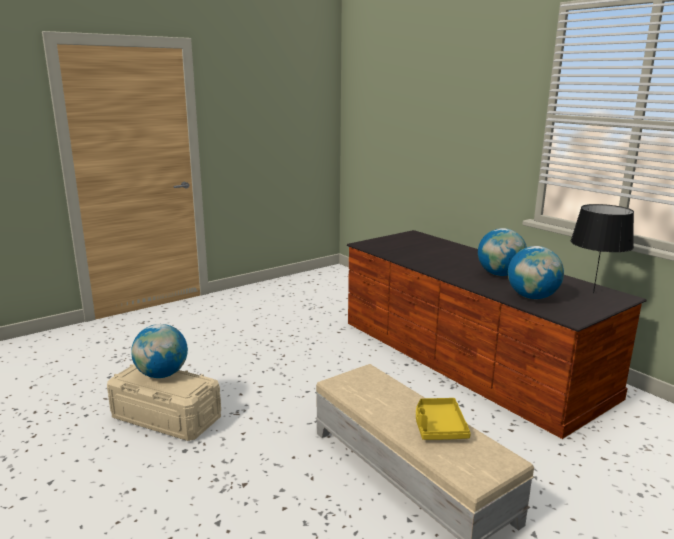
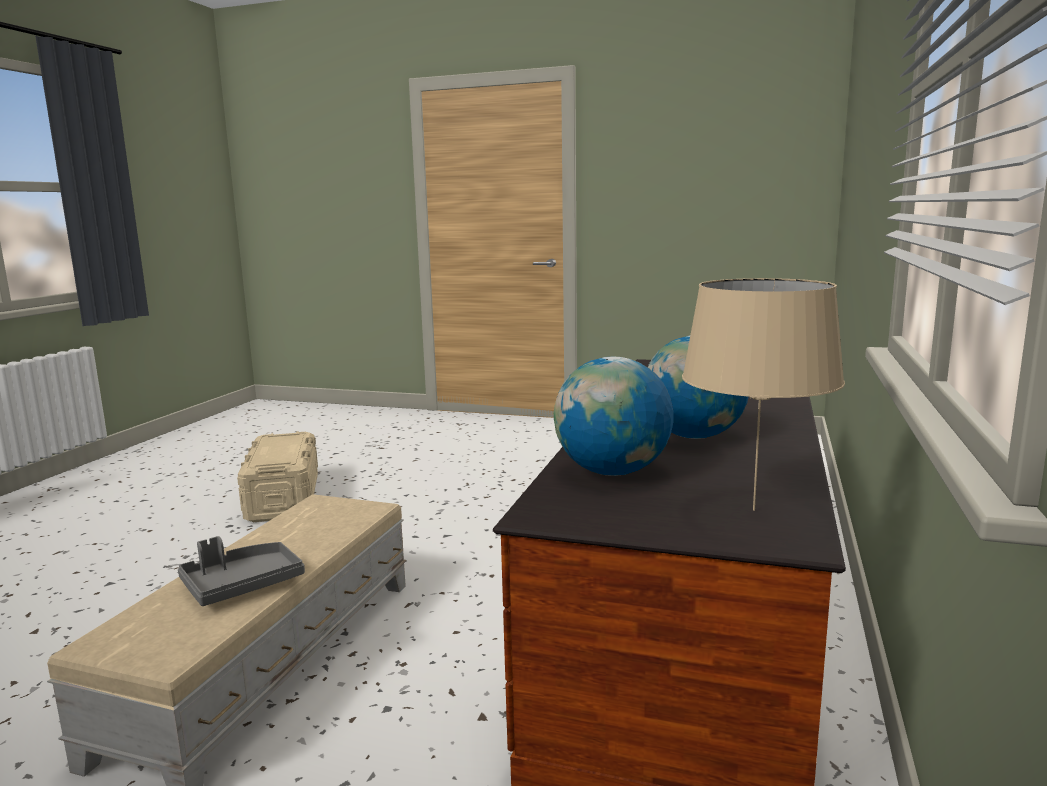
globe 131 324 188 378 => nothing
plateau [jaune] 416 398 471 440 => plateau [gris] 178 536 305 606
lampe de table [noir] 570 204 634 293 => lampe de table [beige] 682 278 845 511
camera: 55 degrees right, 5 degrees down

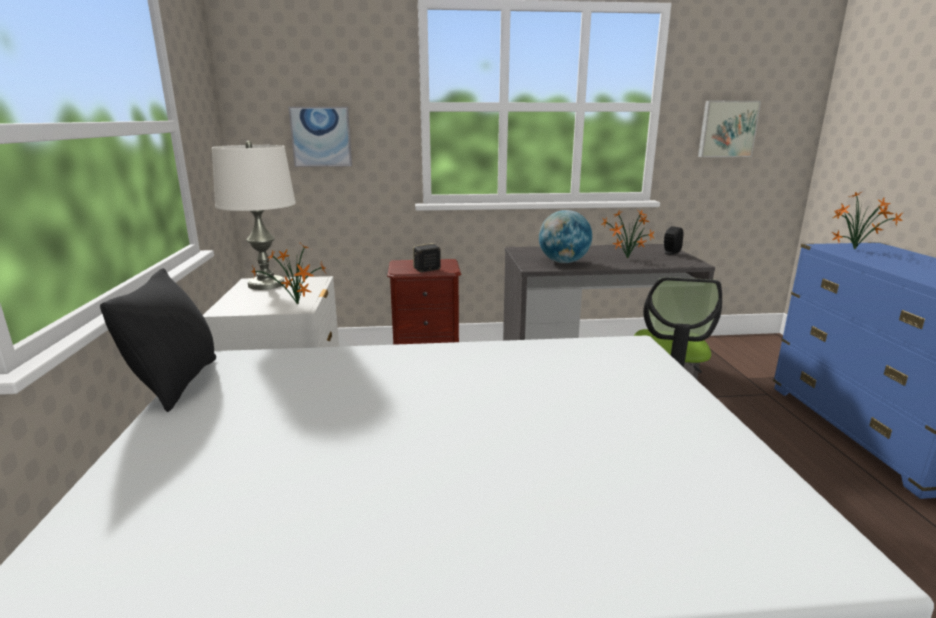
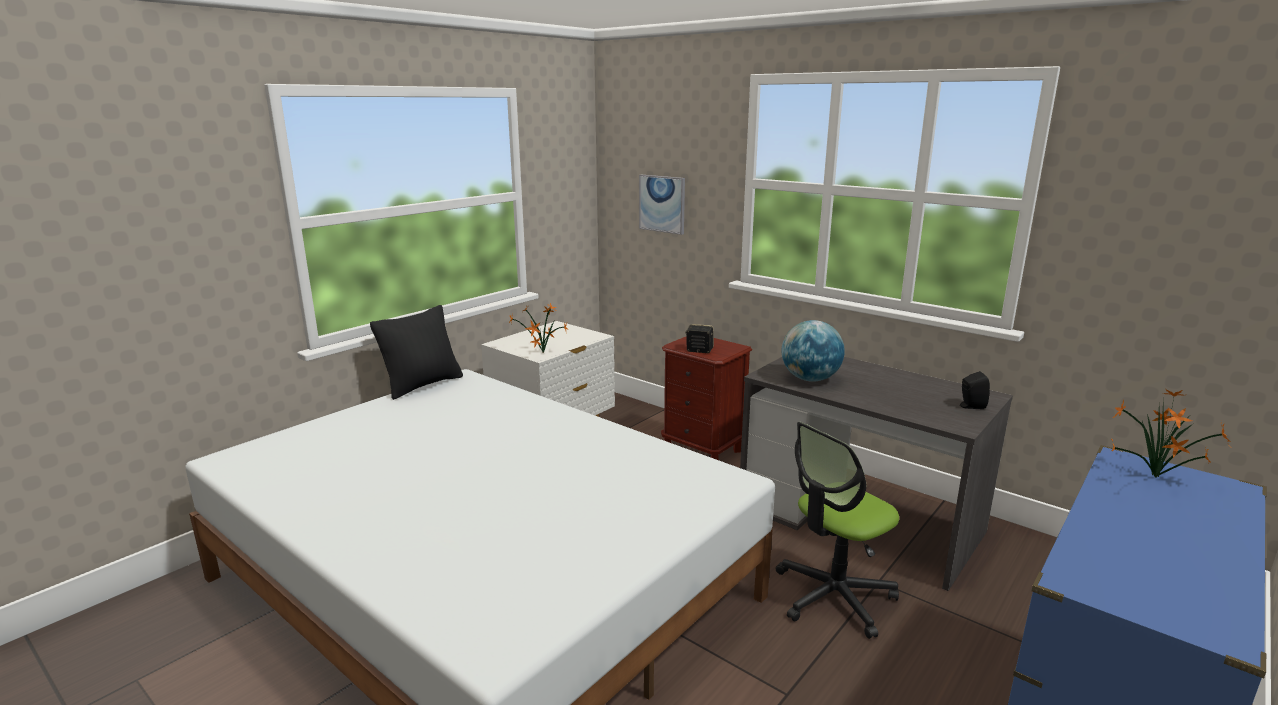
lampe de table [blanc] 212 141 296 290 => nothing
plante en pot 601 210 655 259 => nothing
tableau 698 101 761 157 => nothing
camera: 45 degrees right, 0 degrees up

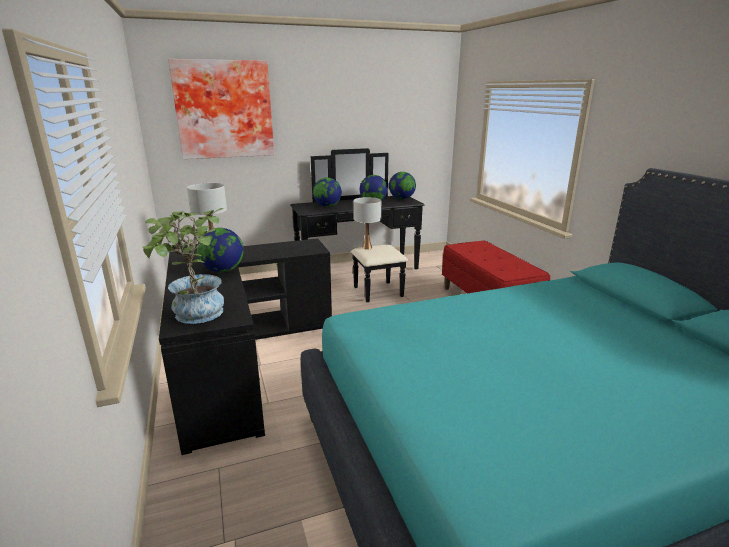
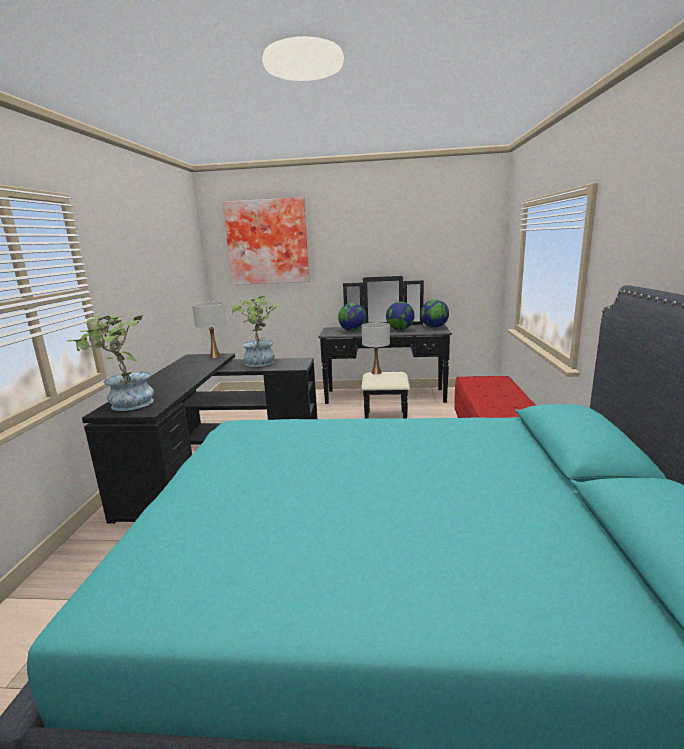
globe 197 228 244 272 => nothing
nothing => plante en pot 232 295 284 367
camera: 25 degrees right, 5 degrees down

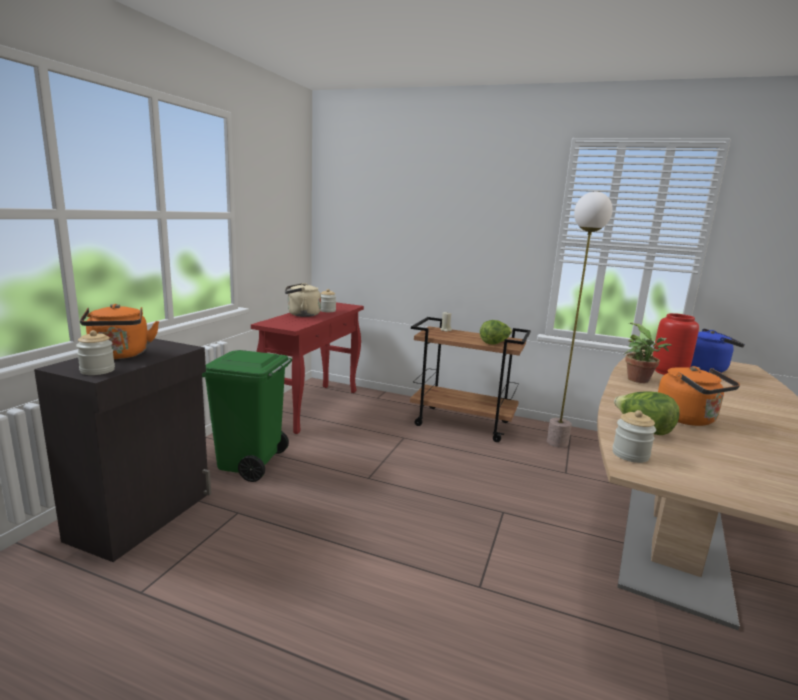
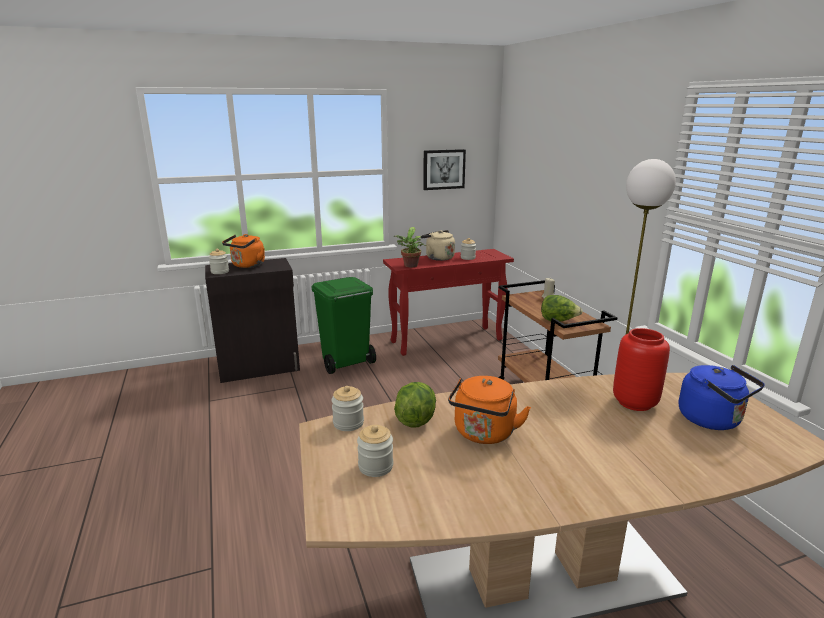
plante en pot 624 323 672 383 => plante en pot 394 227 426 267, relocated
nothing => bocal 357 425 393 477
nothing => tableau 423 149 466 190
camera: 50 degrees right, 5 degrees up

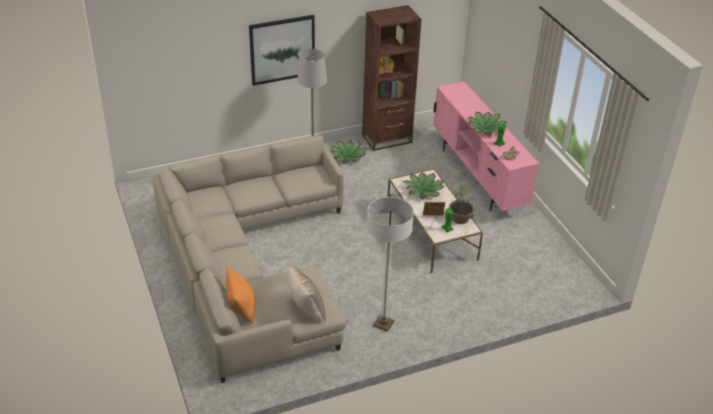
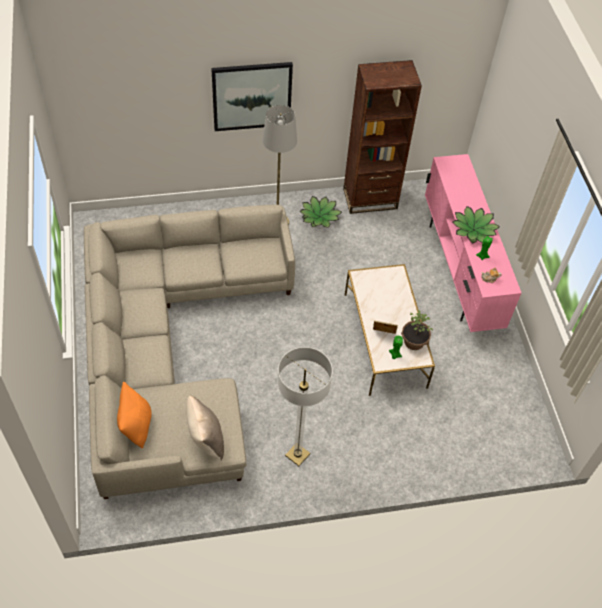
plante en pot 404 172 445 199 => nothing
camera: 10 degrees right, 15 degrees up

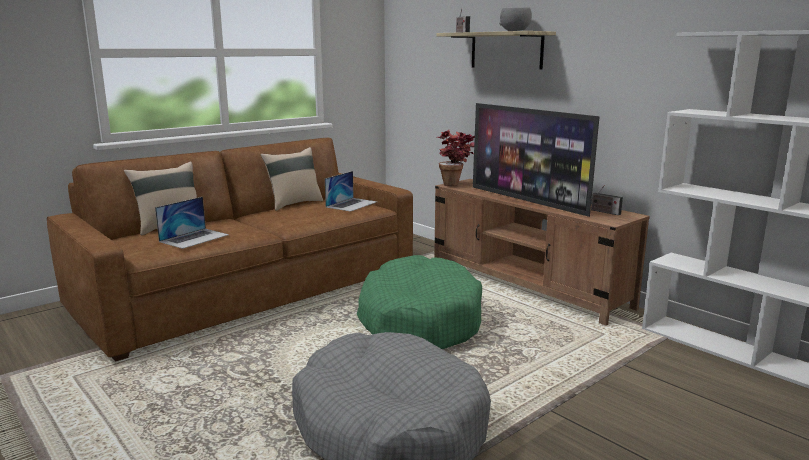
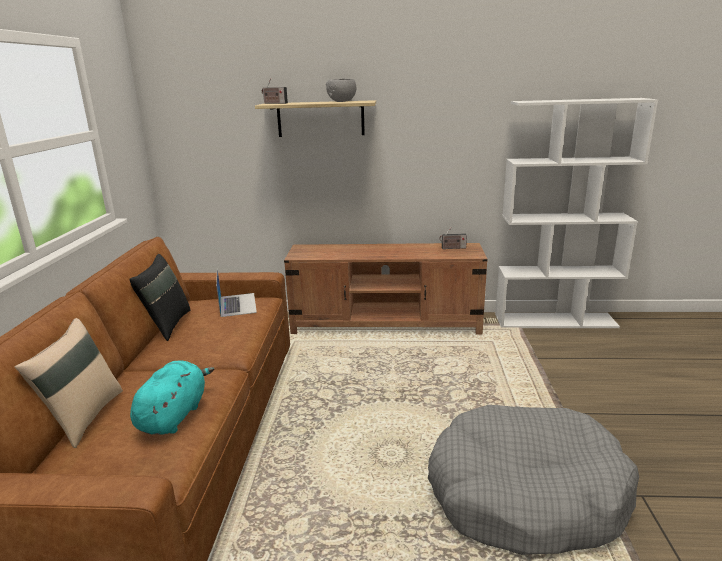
ordinateur portable 155 197 229 249 => peluche [turquoise] 130 360 215 435
coussin [beige] 260 147 323 211 => coussin [noir] 129 254 191 341
panier pour chien [vert] 357 255 482 349 => nothing
plante en pot 437 129 475 186 => nothing
téléviseur 473 103 600 217 => nothing
camera: 45 degrees left, 5 degrees up

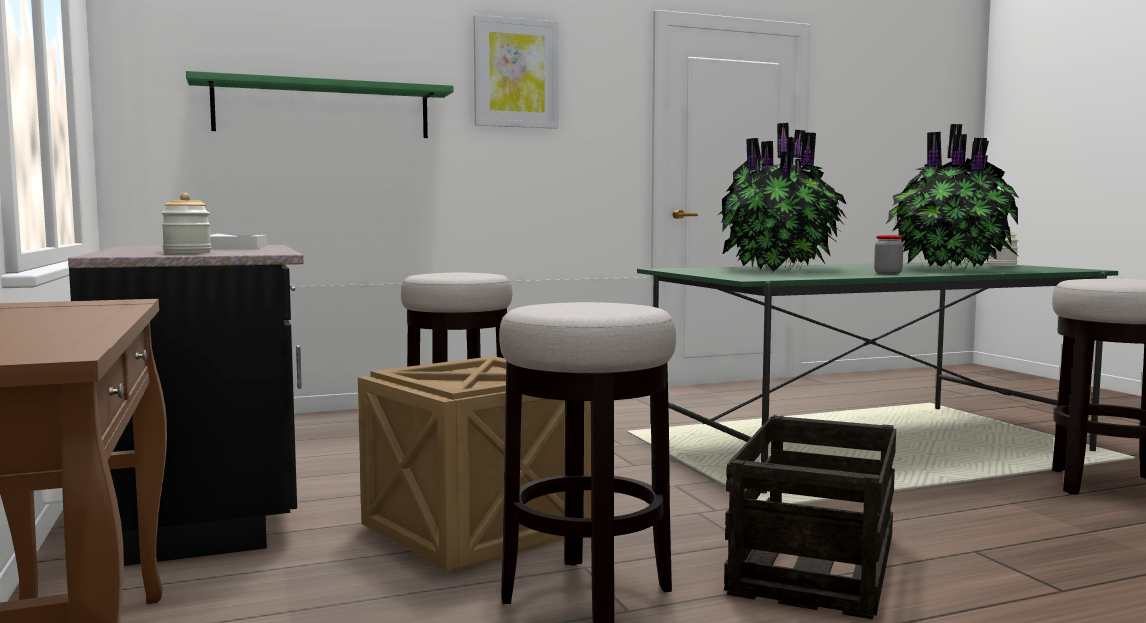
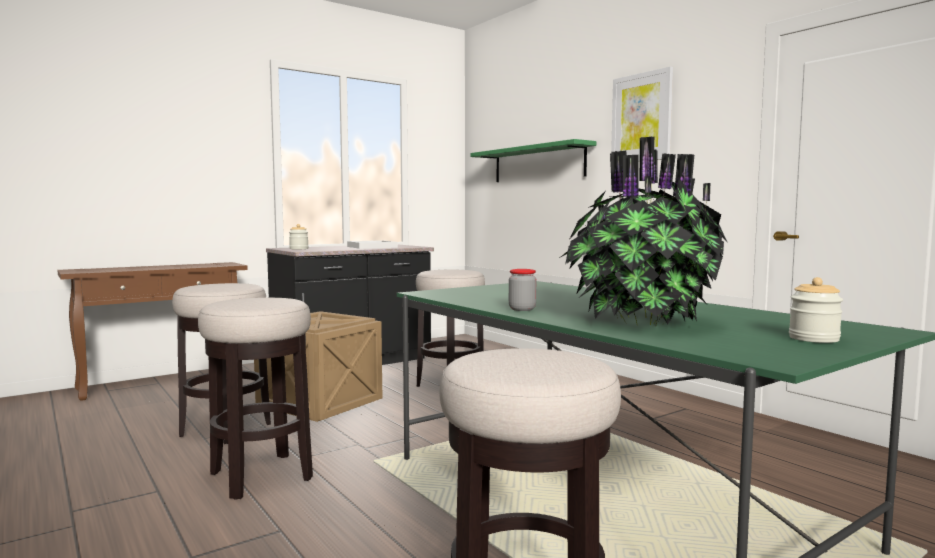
plante en pot 718 123 847 272 => nothing
caisse 724 415 896 619 => tabouret 198 298 313 500
camera: 75 degrees right, 0 degrees up

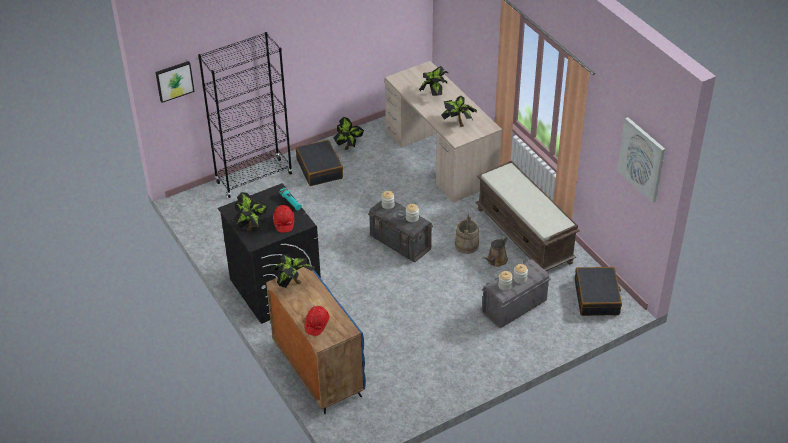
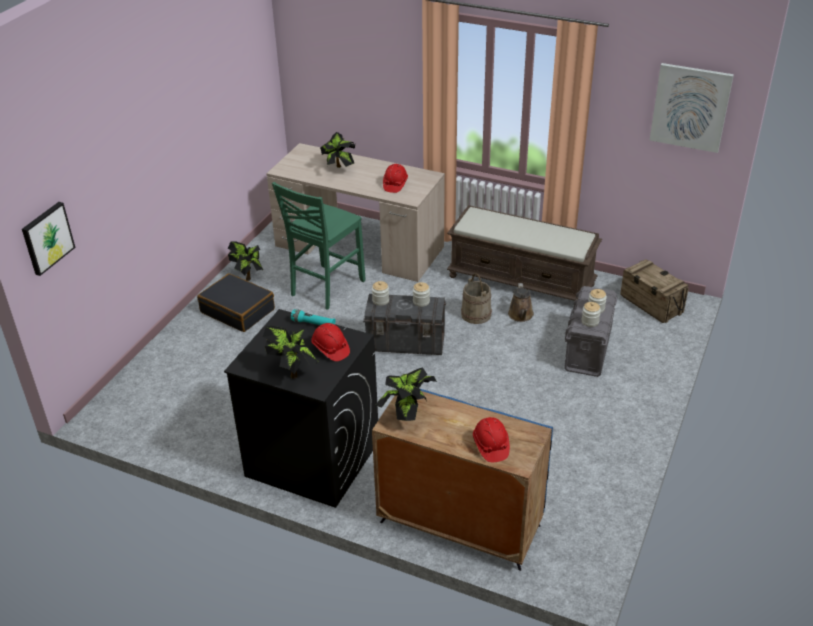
bibliothèque [noir] 198 32 293 198 => nothing
plante en pot 442 95 477 127 => casque de chantier [rouge] 383 164 408 193
valise [noir] 575 267 622 316 => caisse 620 259 689 323
nothing => chaise [vert] 272 182 365 310
camera: 35 degrees left, 5 degrees down

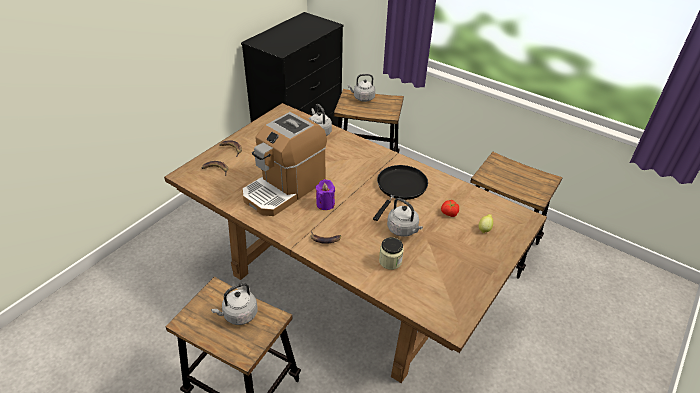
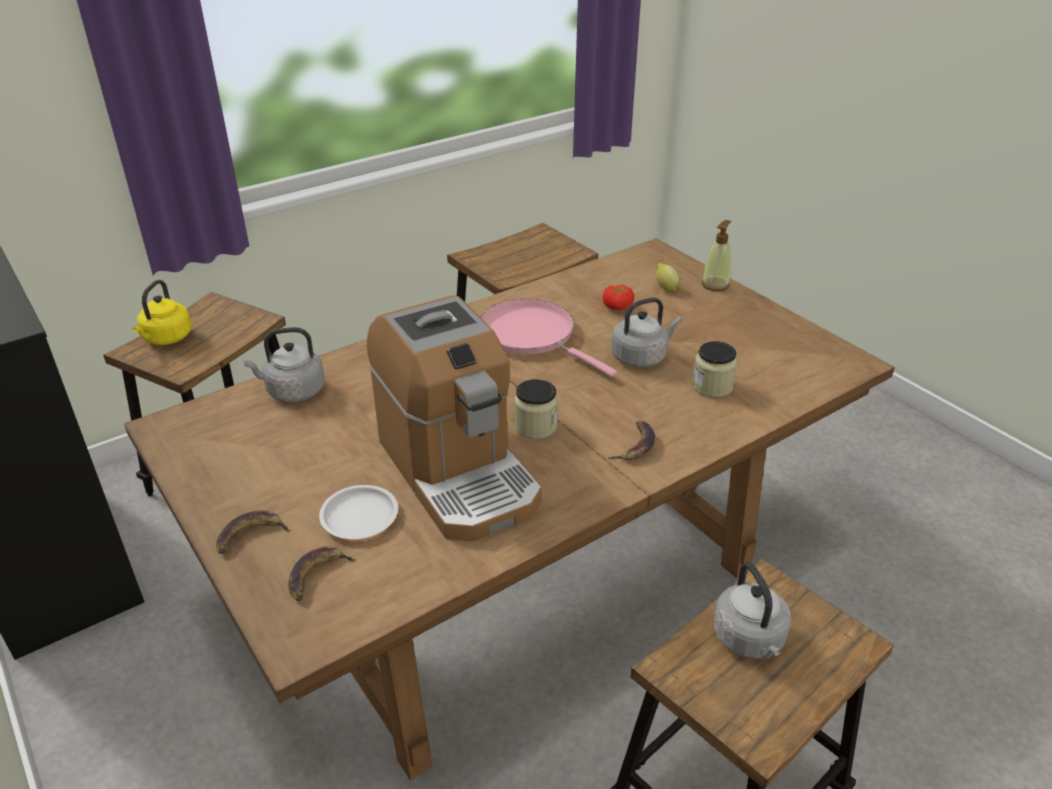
bougie [violet] 316 179 335 210 => bocal 514 379 558 439
bouilloire [gris] 348 74 375 102 => bouilloire [jaune] 132 280 192 345
poêle [noir] 373 165 428 221 => poêle [rose] 481 299 617 377
nothing => assiette [blanc] 319 485 398 539
nothing => distributeur de savon 701 220 731 291
camera: 70 degrees left, 5 degrees down

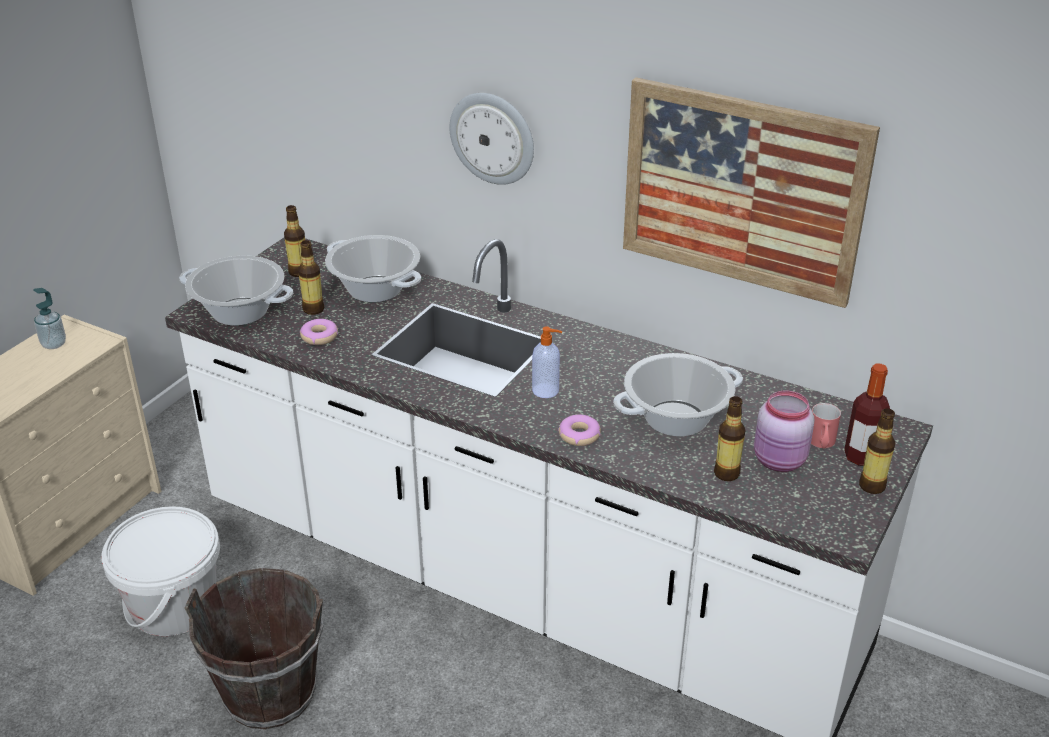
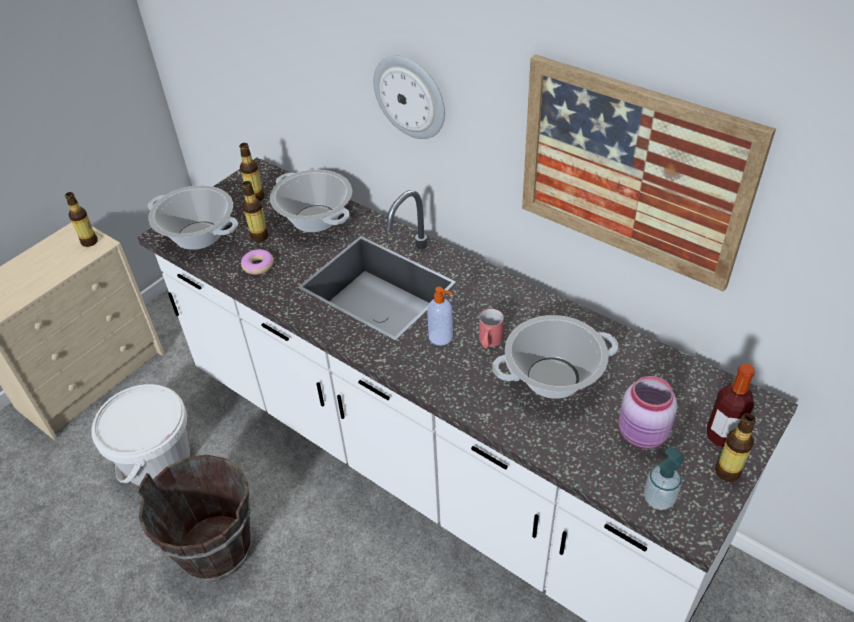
distributeur de savon 33 288 66 349 => distributeur de savon 644 446 684 510, relocated
beignet 558 415 601 446 => nothing
bouteille 714 396 746 481 => bouteille 65 192 98 247, relocated
mug [rouge] 811 403 841 449 => mug [rouge] 479 309 504 349, relocated
camera: 10 degrees right, 10 degrees up

